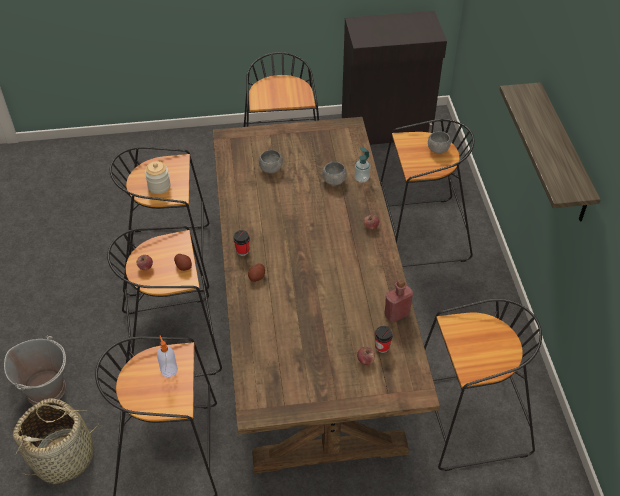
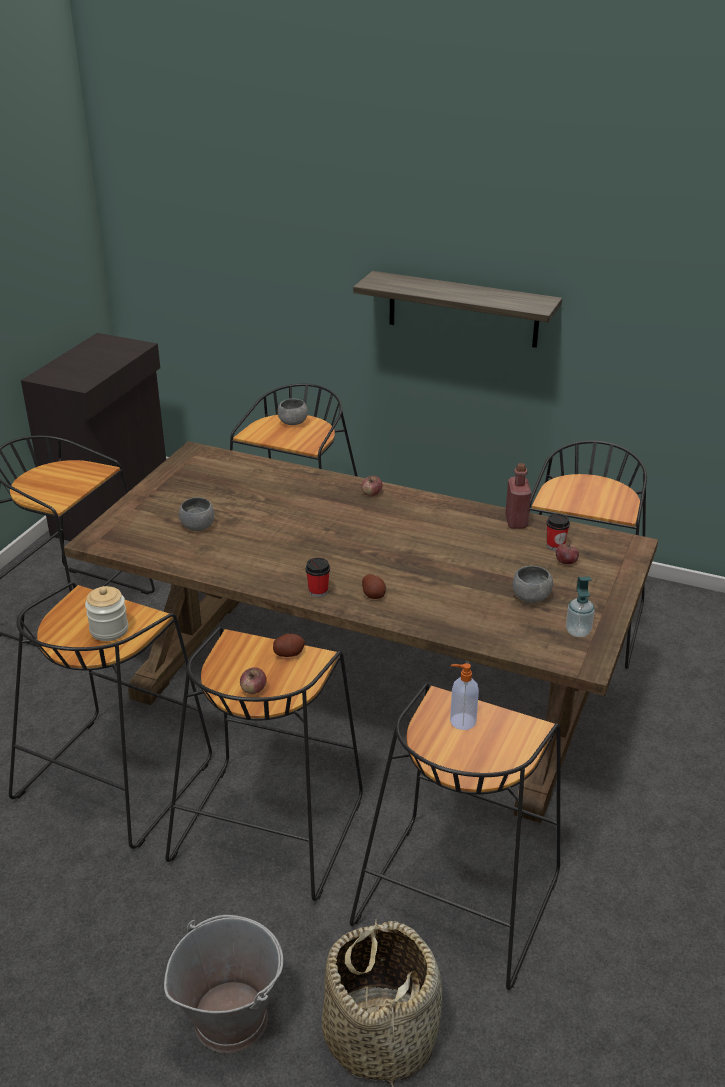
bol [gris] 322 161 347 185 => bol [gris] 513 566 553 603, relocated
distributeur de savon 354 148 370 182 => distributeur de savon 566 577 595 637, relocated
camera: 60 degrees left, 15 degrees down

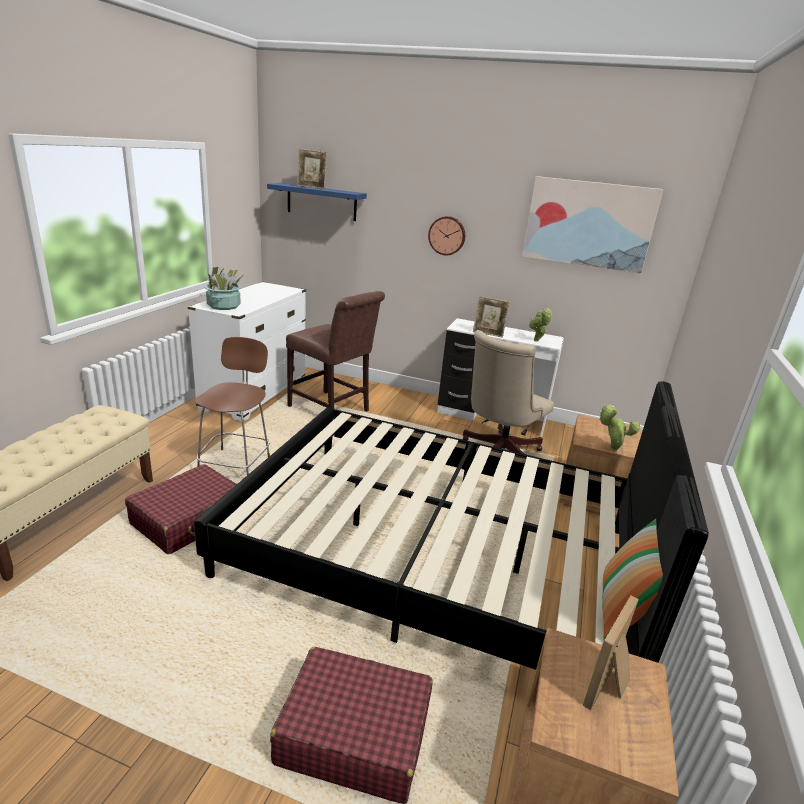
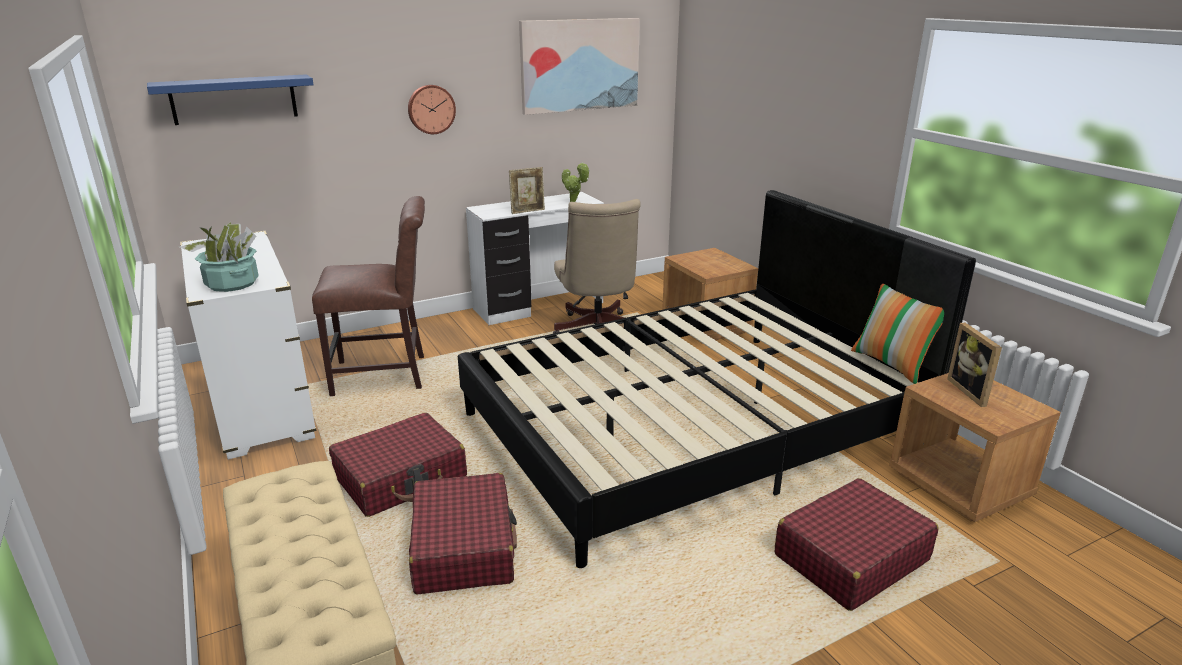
chaise [marron] 195 337 270 475 => valise [rouge] 329 413 467 517
cadre photo 297 149 327 189 => nothing
plante en pot 599 405 641 451 => nothing
camera: 45 degrees left, 0 degrees up

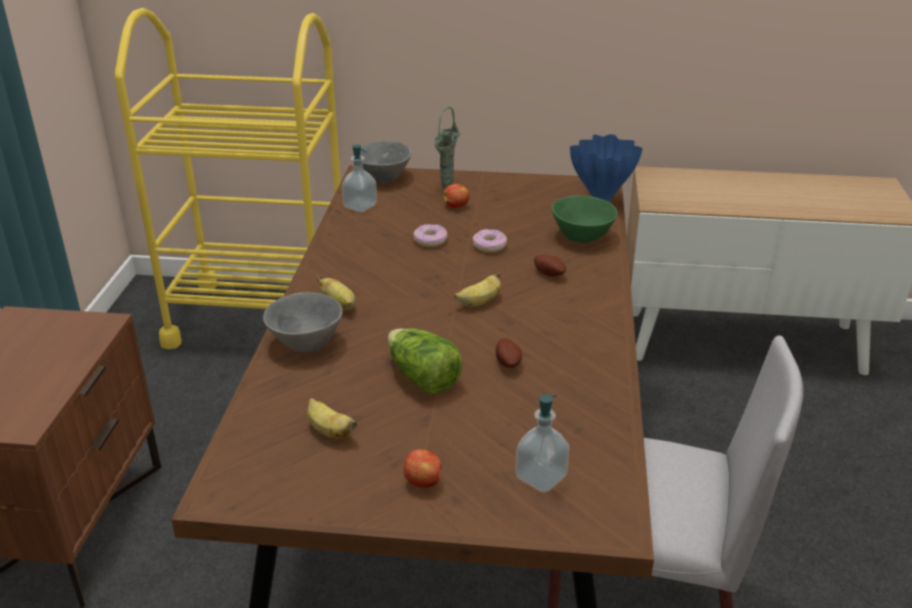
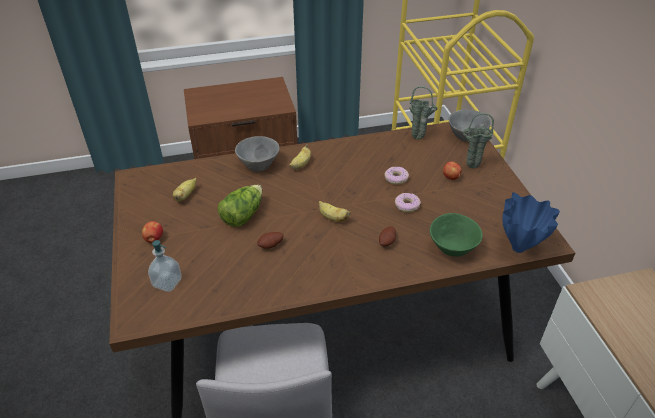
distributeur de savon 342 144 377 212 => vase [vert] 409 86 438 139
camera: 70 degrees right, 10 degrees up

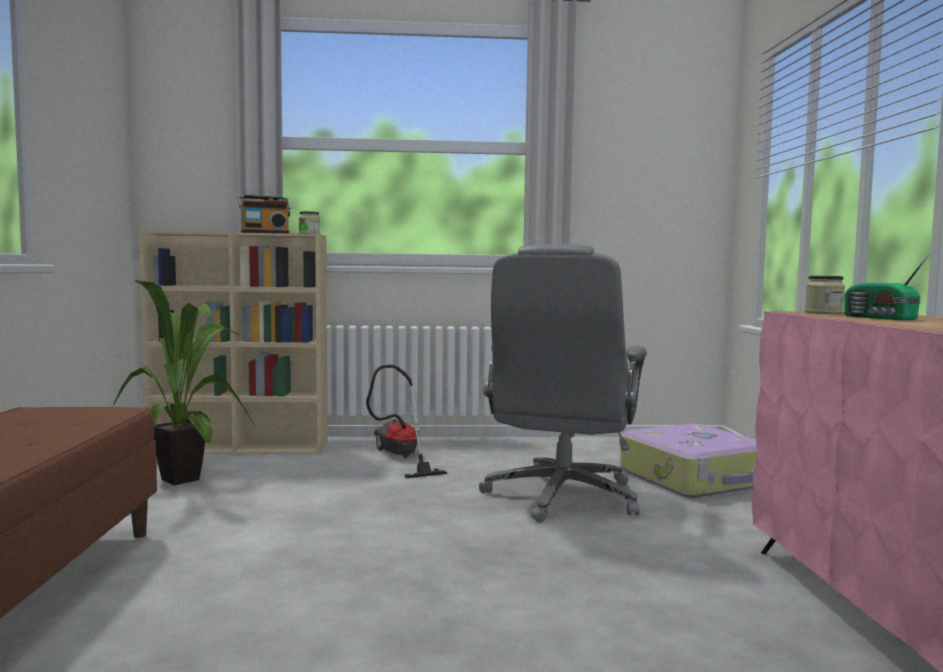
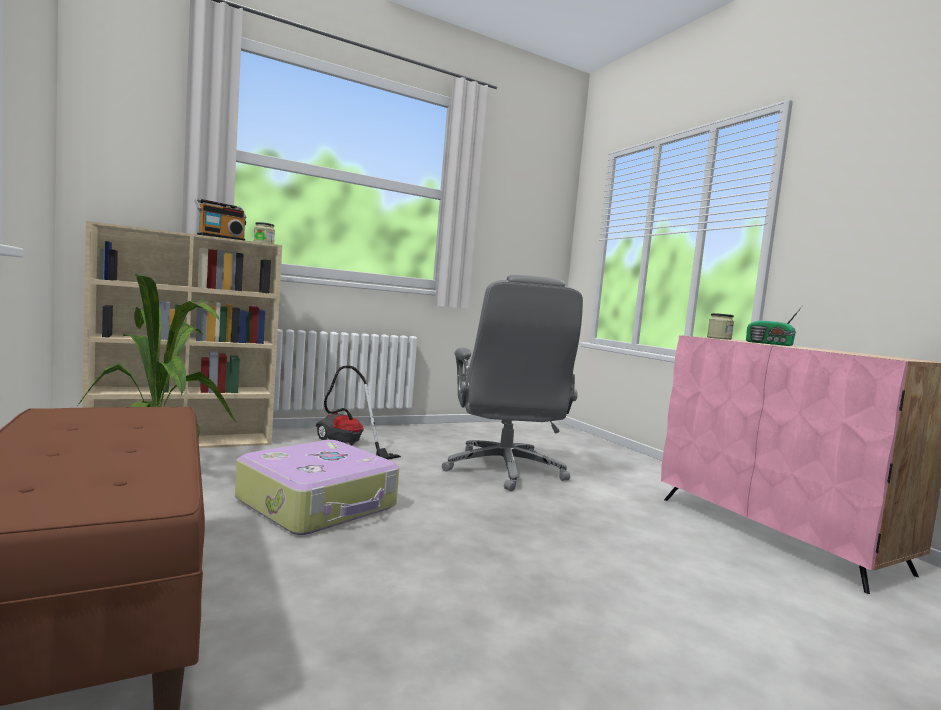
valise 620 424 757 498 => valise 235 440 399 535, relocated
camera: 25 degrees left, 0 degrees up

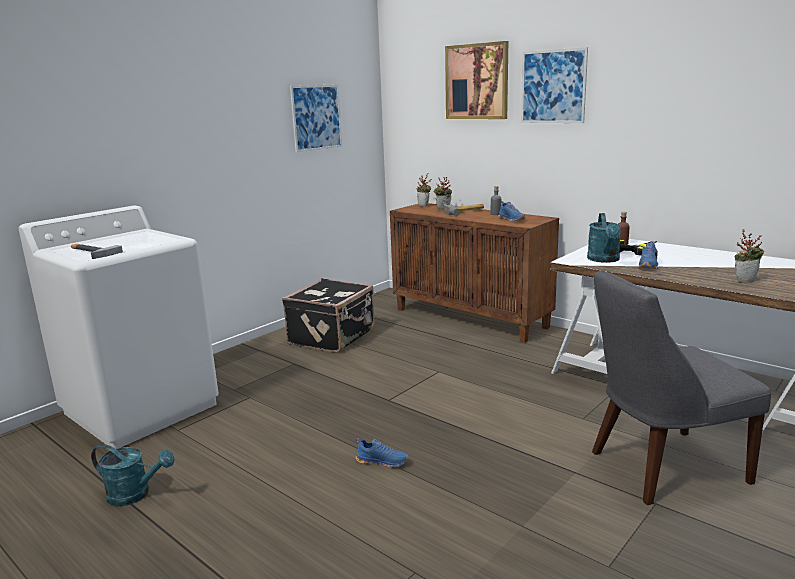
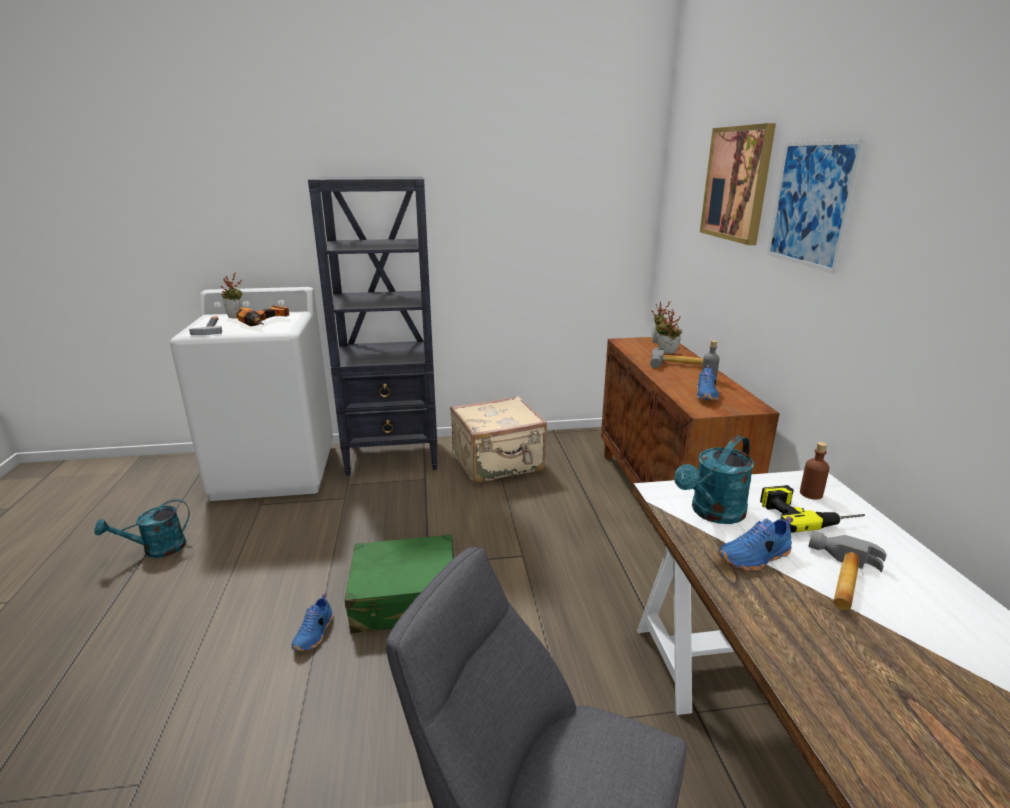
arrosoir [turquoise] 91 444 175 506 => arrosoir [turquoise] 94 499 190 558, 90 degrees clockwise
valise [noir] 282 278 375 353 => valise [beige] 450 396 547 483
tableau 290 84 342 152 => nothing
chaussure [bleu] 356 438 408 468 => chaussure [bleu] 292 593 333 651, 45 degrees clockwise
plante en pot 735 229 764 283 => plante en pot 221 272 243 319, relocated
nothing => perceuse 236 305 289 326
nothing => bibliothèque [noir] 308 176 438 476
nothing => valise [vert] 345 534 454 633
nothing => marteau 808 531 887 610
camera: 40 degrees right, 5 degrees up

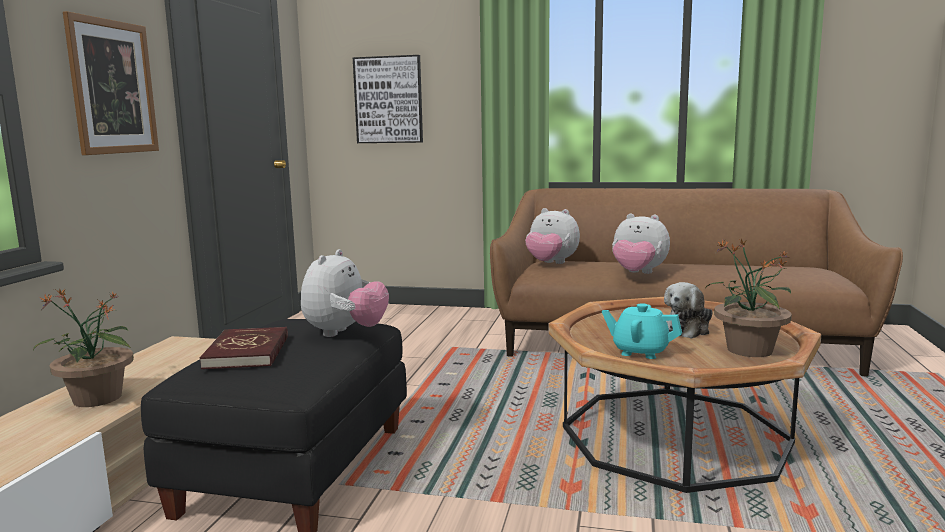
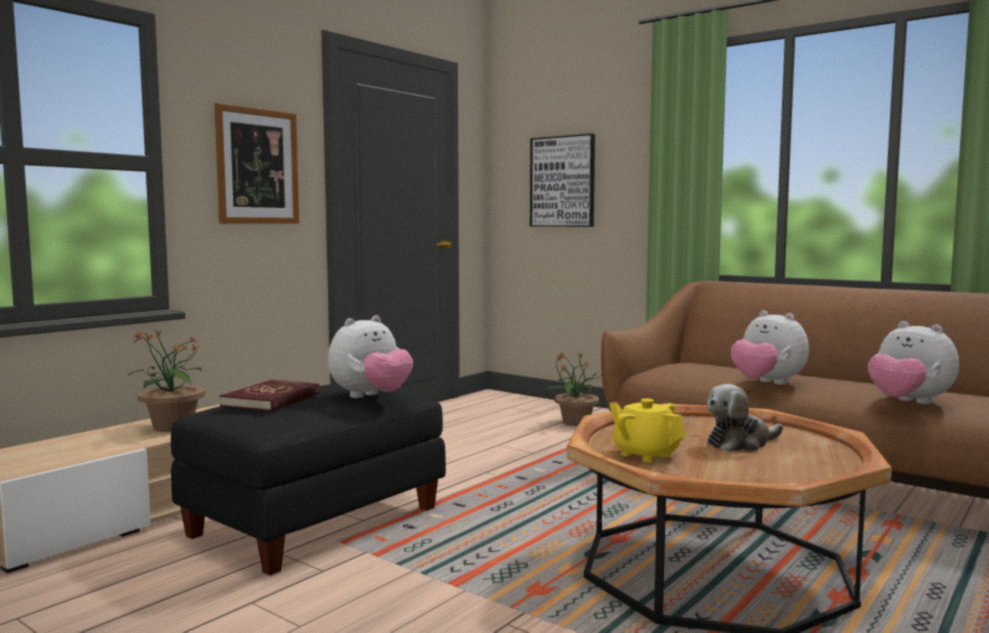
peluche 525 208 580 264 => peluche 868 321 959 404, relocated
théière [turquoise] 602 303 682 359 => théière [jaune] 609 398 686 463
plante en pot 706 238 792 357 => plante en pot 544 352 601 426, relocated
camera: 25 degrees right, 5 degrees down

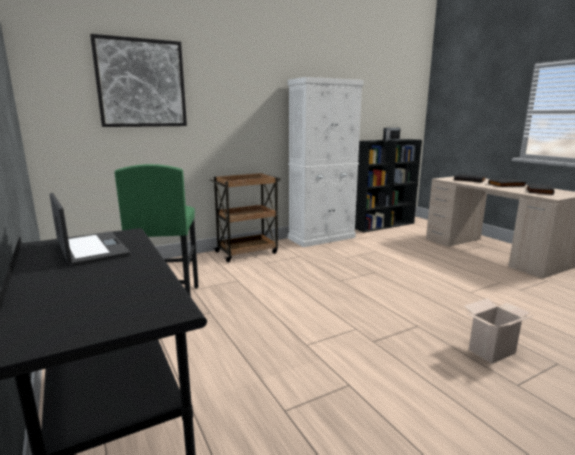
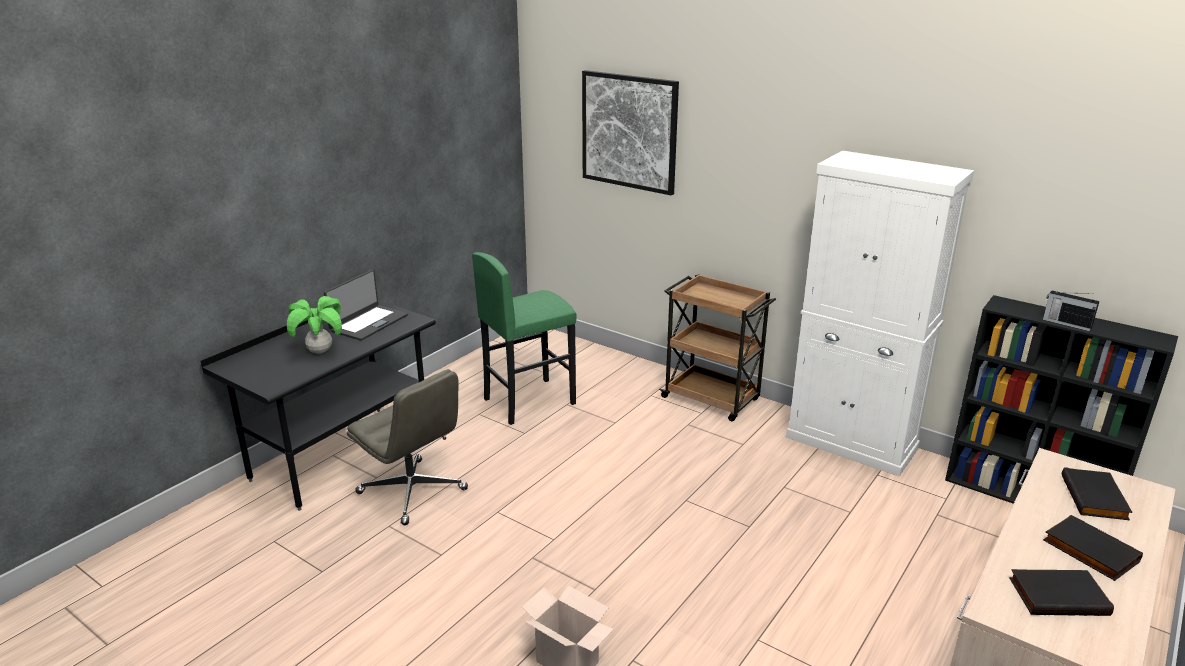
nothing => plante en pot 287 296 342 354
nothing => chaise de bureau [gris] 347 369 468 525
camera: 65 degrees right, 10 degrees up

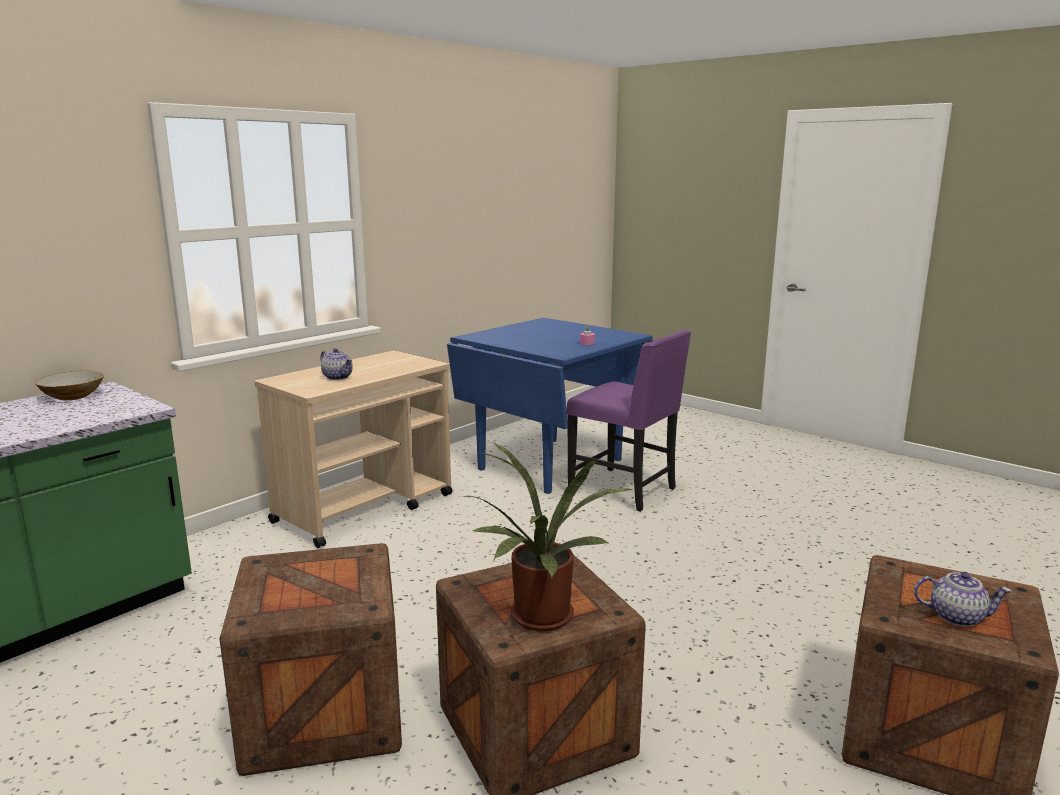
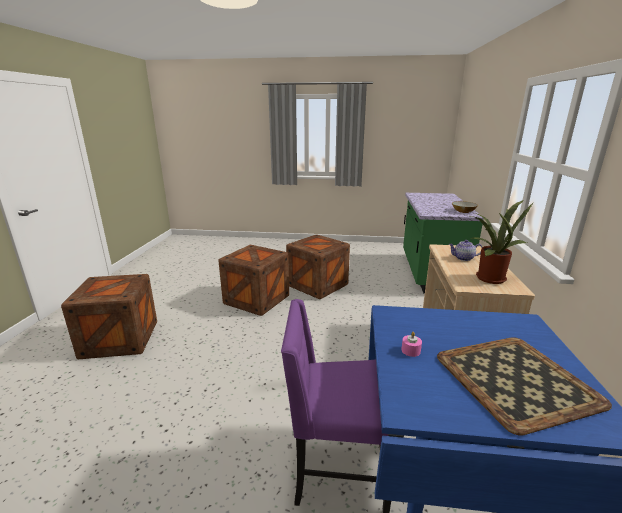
plante en pot 463 443 634 632 => plante en pot 468 200 533 284, relocated
théière 914 572 1012 627 => nothing
nothing => plateau 437 337 612 436
camera: 145 degrees right, 5 degrees up

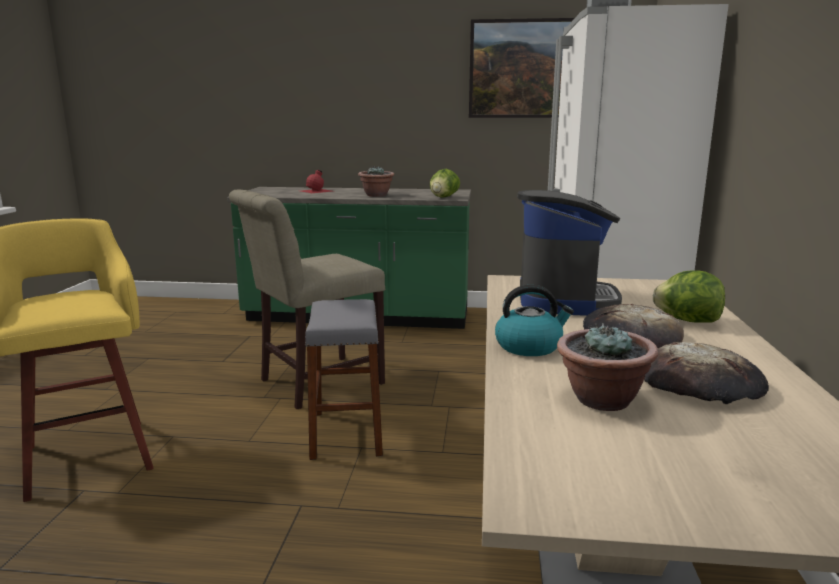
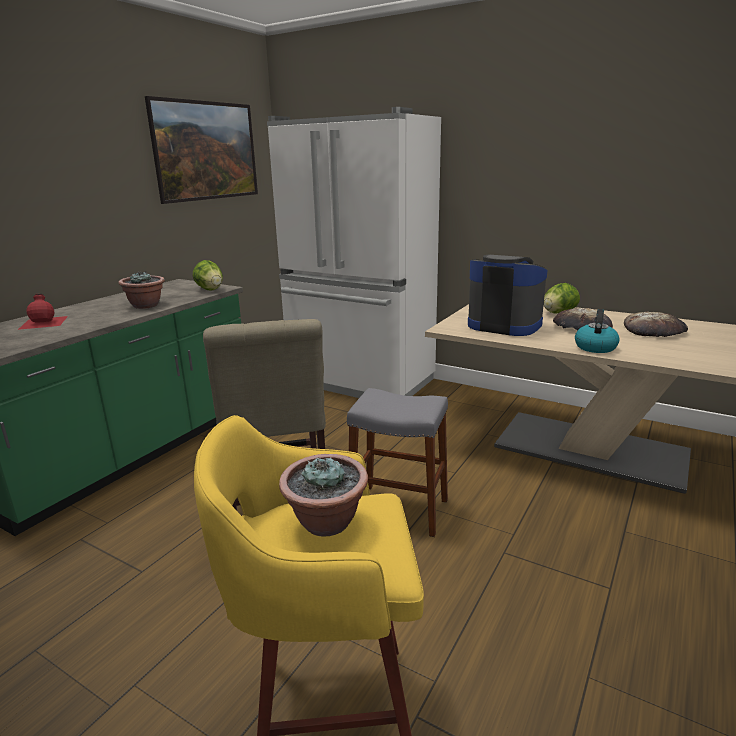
plante en pot 557 323 658 411 => plante en pot 279 454 368 536, relocated
camera: 65 degrees left, 5 degrees up

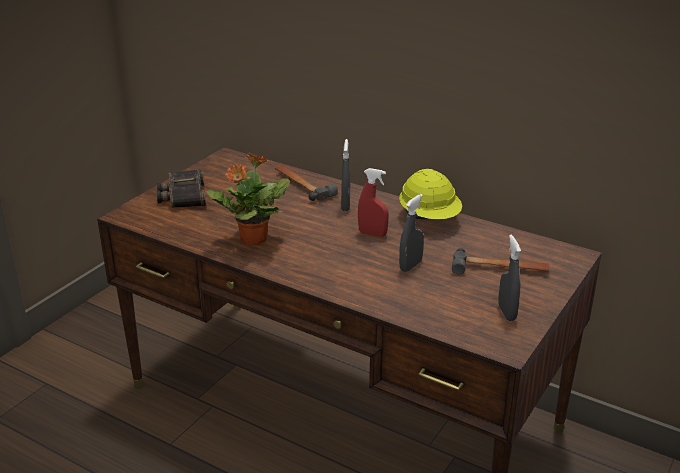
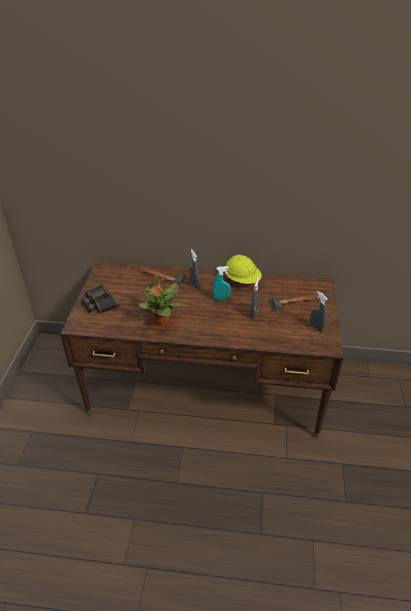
vaporisateur [rouge] 358 168 389 237 => vaporisateur [turquoise] 213 266 231 300
camera: 25 degrees left, 10 degrees up

